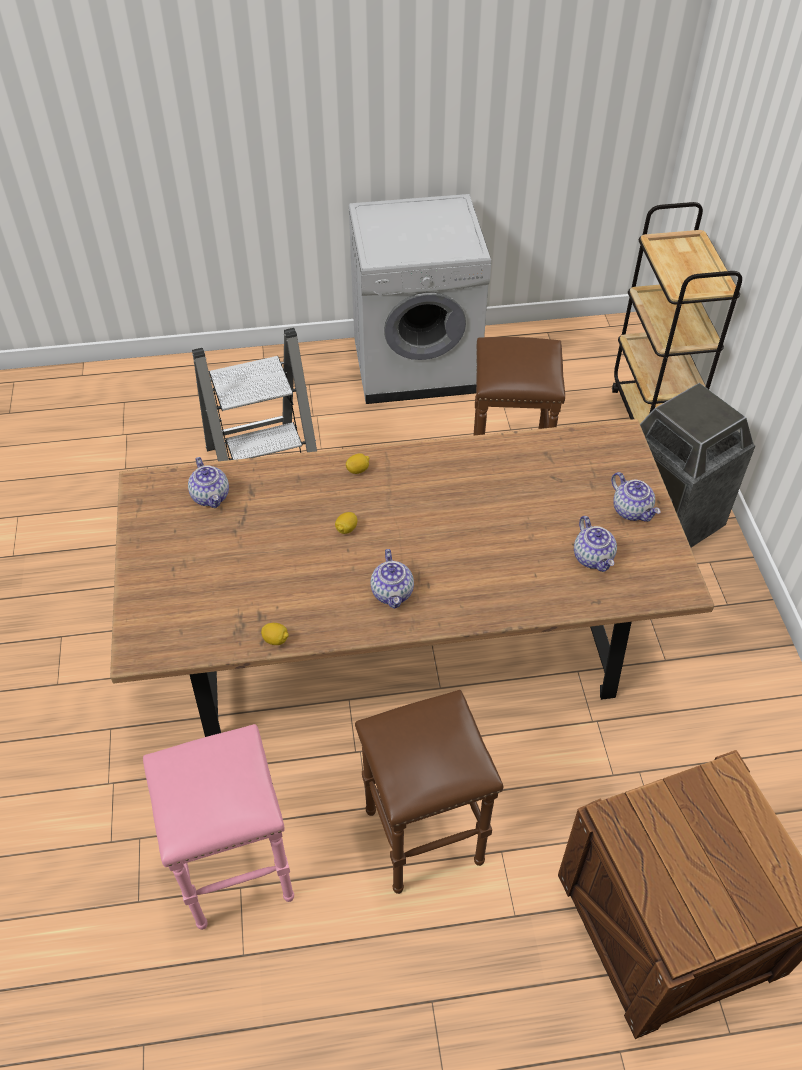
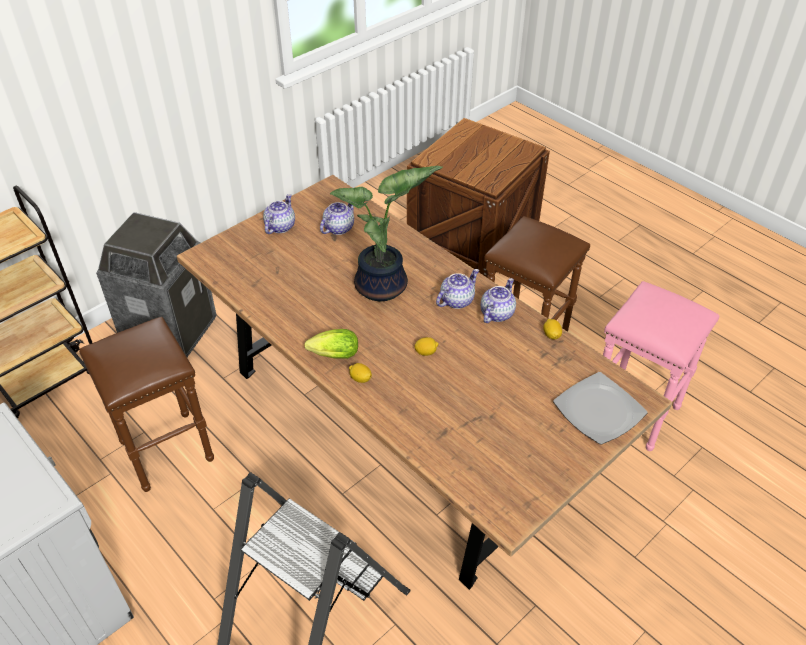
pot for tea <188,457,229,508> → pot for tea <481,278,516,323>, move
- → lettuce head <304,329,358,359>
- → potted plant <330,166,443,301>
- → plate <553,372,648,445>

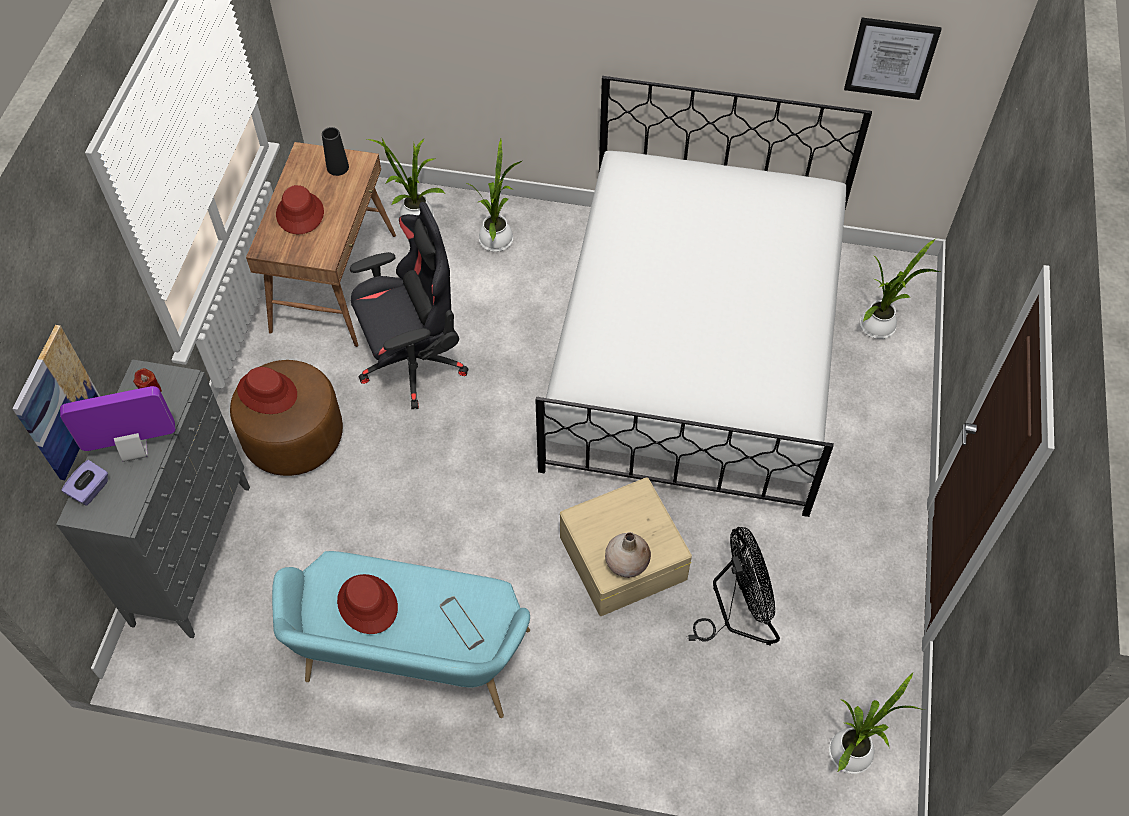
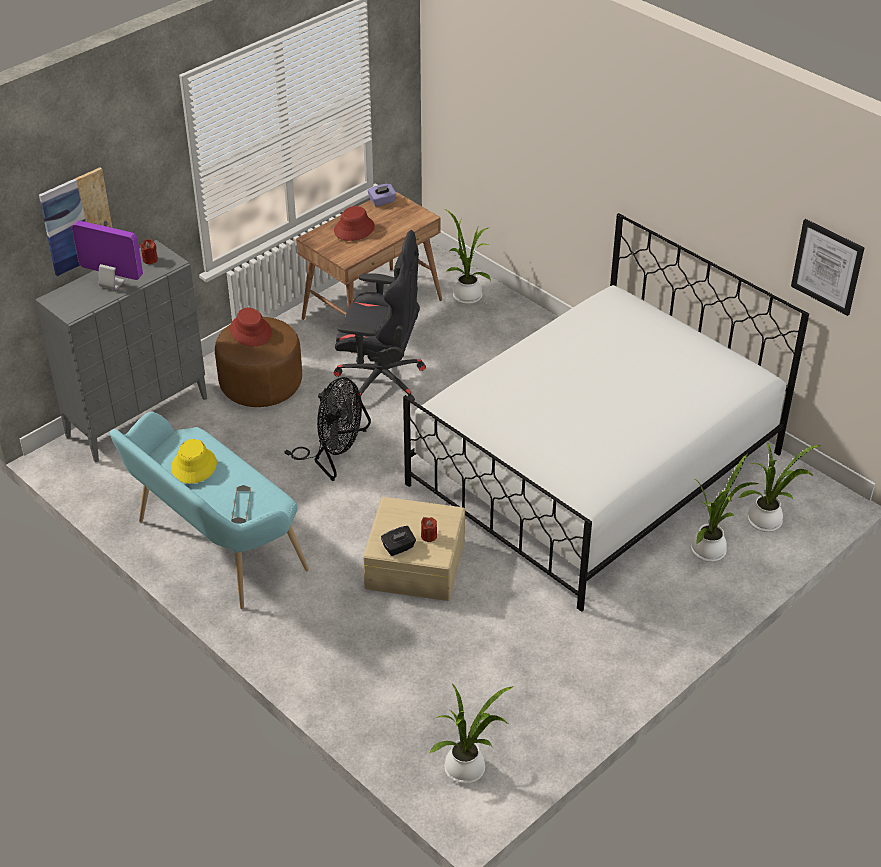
purplish box of tissues <61,460,108,505> → purplish box of tissues <368,184,396,206>, move
black-coloured flower vase <322,127,349,176> → -
red-coloured wearable hat <337,574,398,634> → yellow-coloured wearable hat <171,439,217,484>
potted plant <466,139,522,252> → potted plant <691,454,760,562>, move
beige-coloured flower vase <605,532,651,578> → black-coloured box of tissues <381,526,416,556>
black-coloured electric fan <687,527,780,646> → black-coloured electric fan <284,377,371,481>, move
- → red-coloured wax light <421,517,437,542>

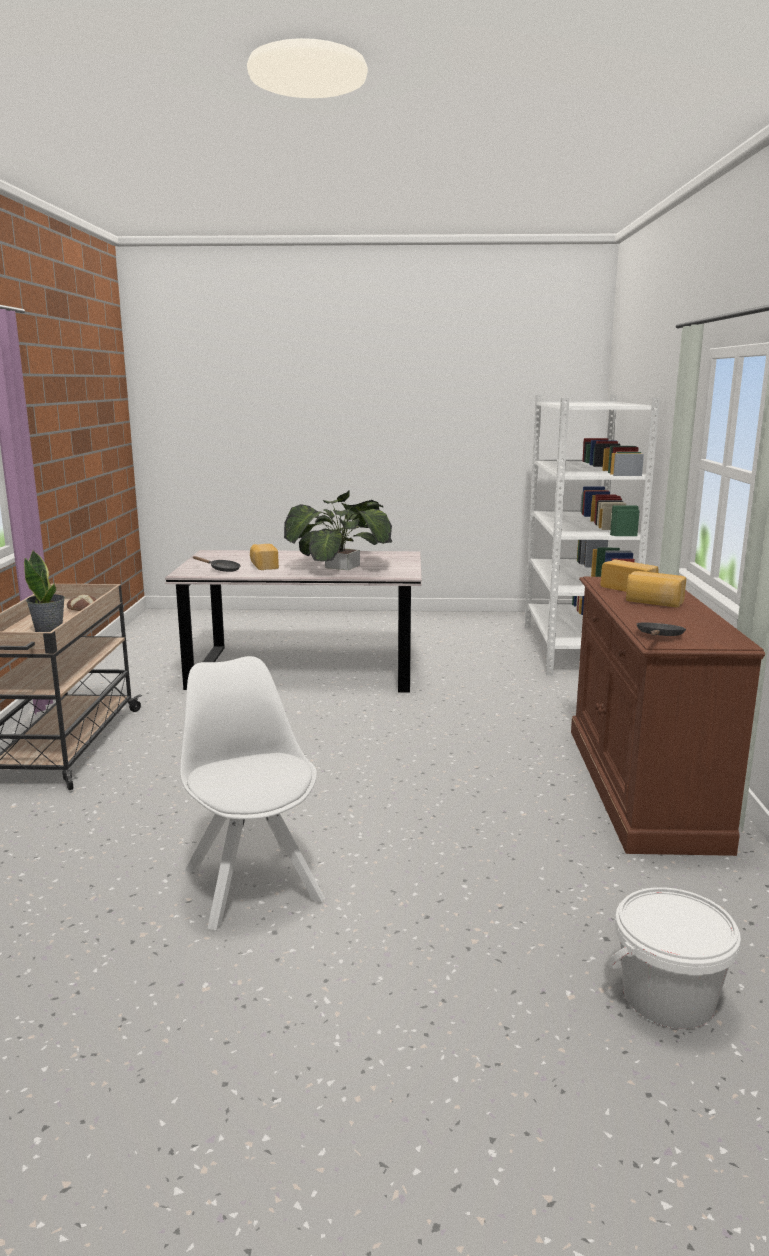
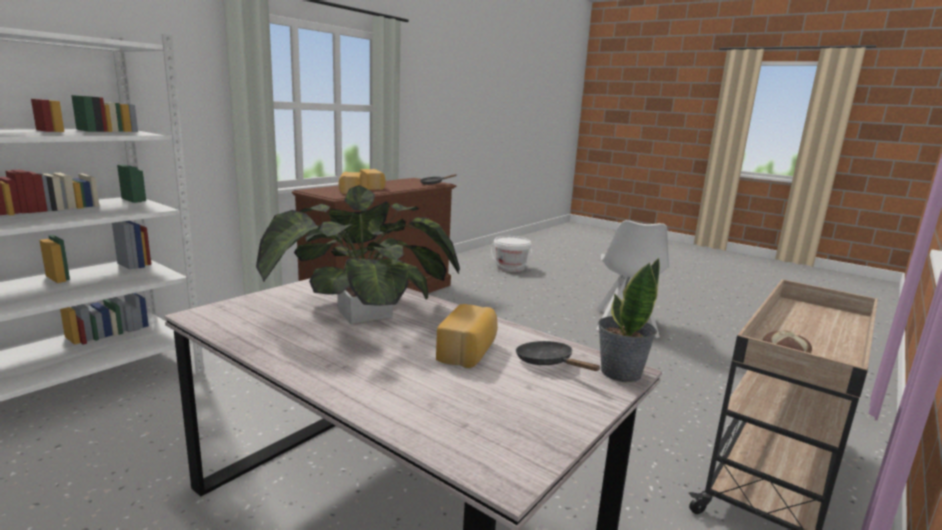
potted plant <24,550,65,632> → potted plant <598,258,660,382>, move

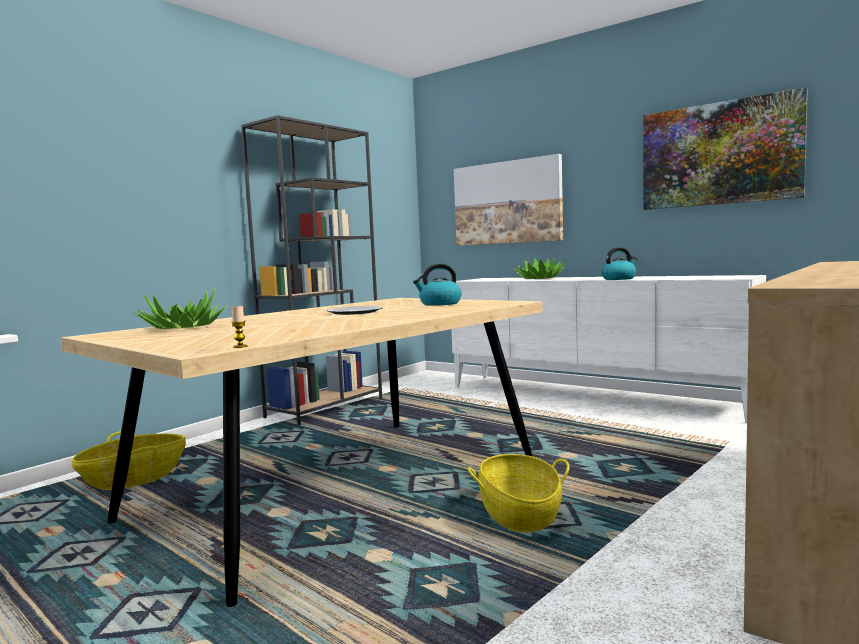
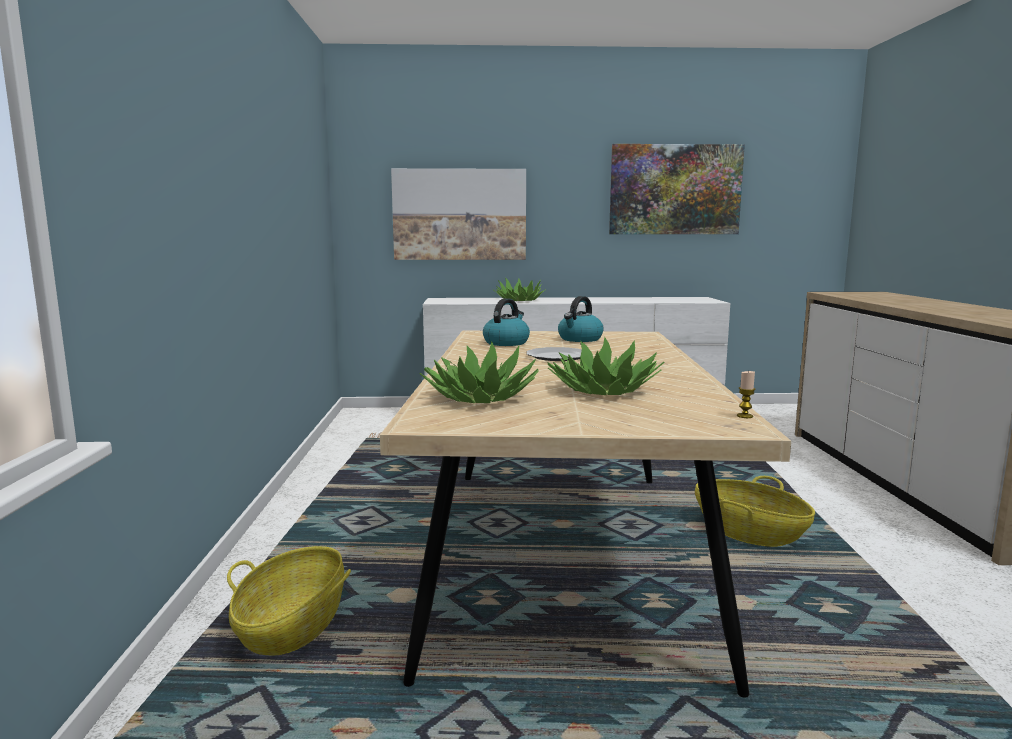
shelving unit <241,115,382,425> → -
tea kettle <601,247,638,280> → tea kettle <483,298,530,346>, move
- → potted plant <547,337,664,395>

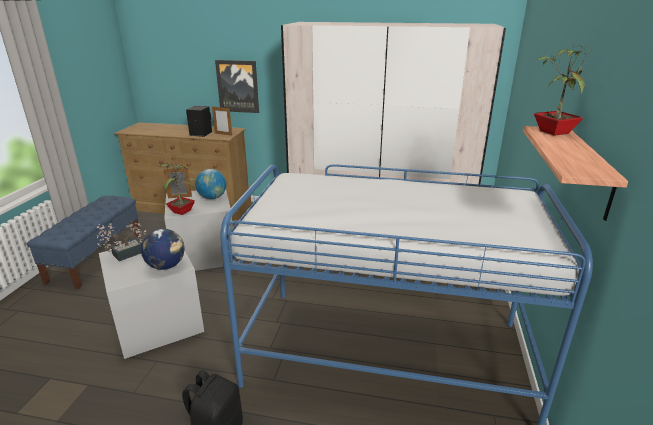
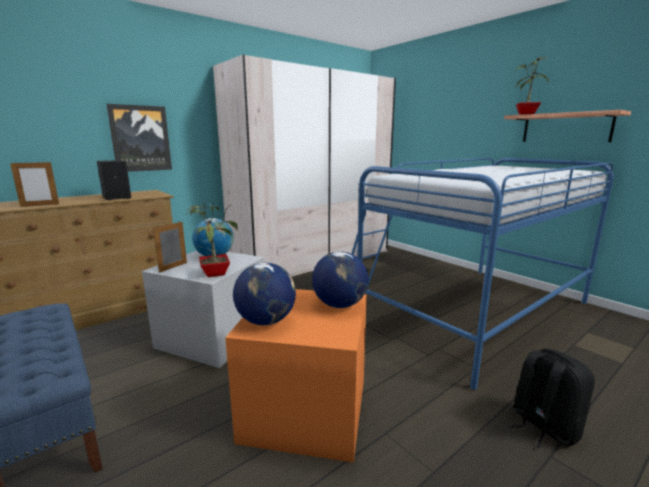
potted plant <96,222,146,261> → desk globe <233,263,296,325>
greyish storage container <99,250,204,359> → orange storage container <225,289,367,463>
photo frame <212,107,232,136> → photo frame <10,161,59,207>, move

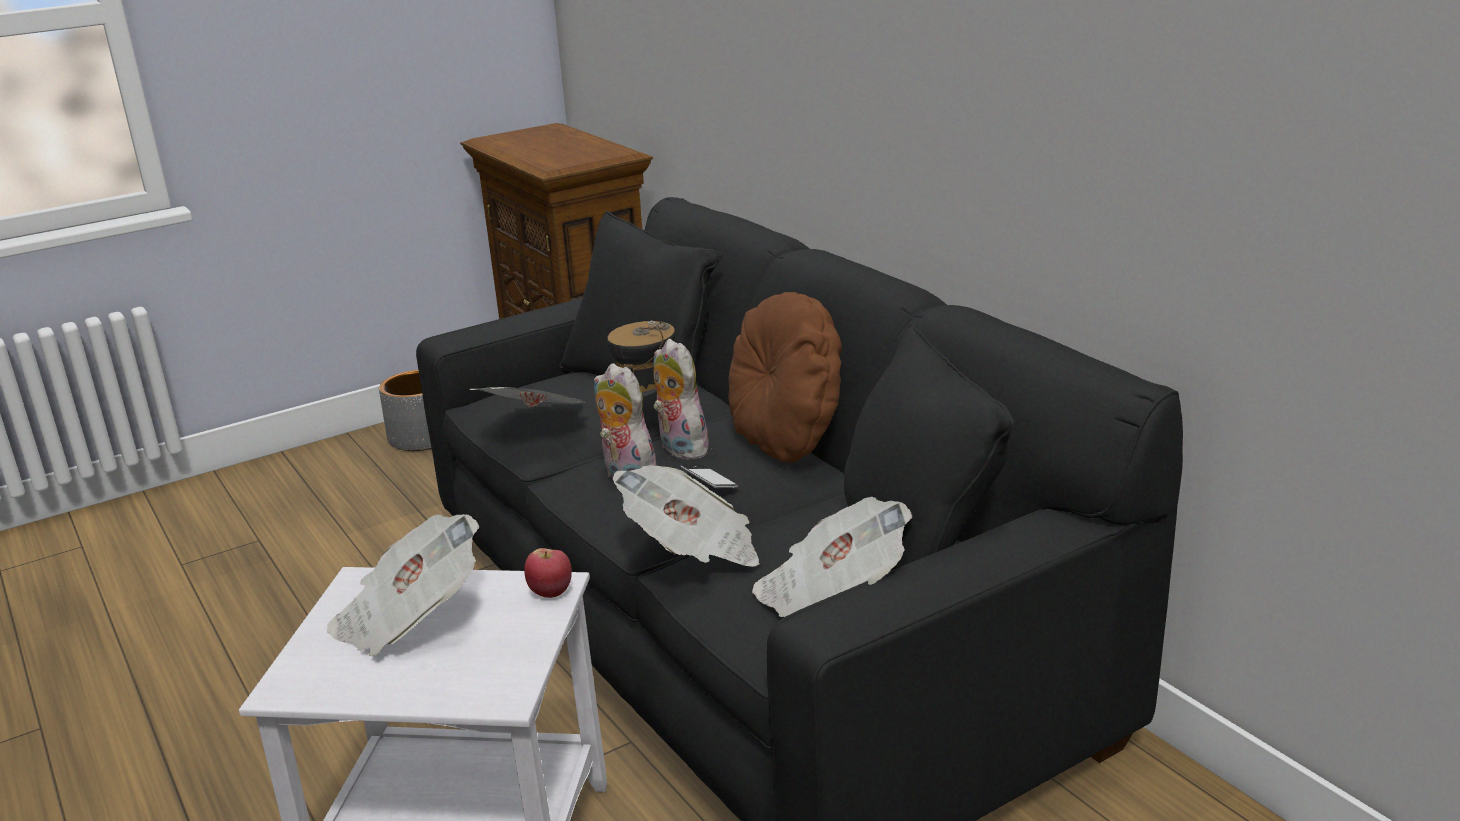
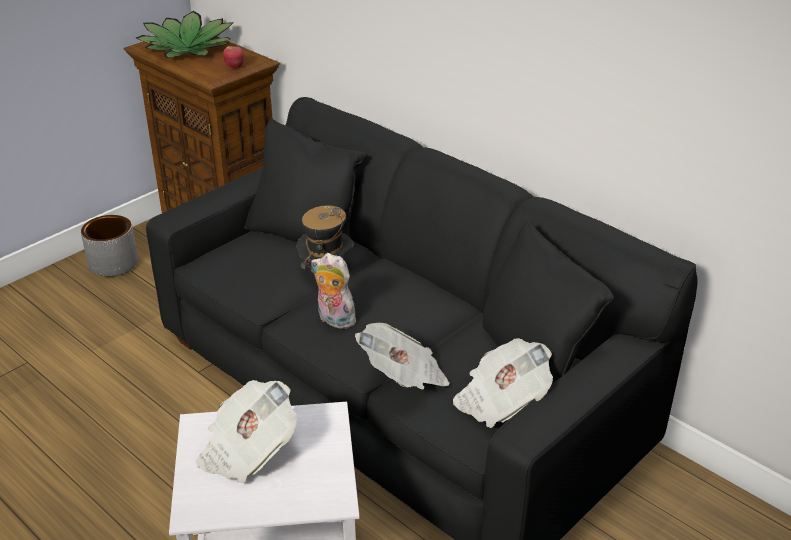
newspaper <470,387,584,407> → -
whole apple <524,548,572,598> → whole apple <223,46,245,69>, move
soft toy <653,339,713,460> → -
handset <680,465,738,489> → -
brown-coloured cushion <728,292,842,463> → -
- → potted plant <136,11,234,58>

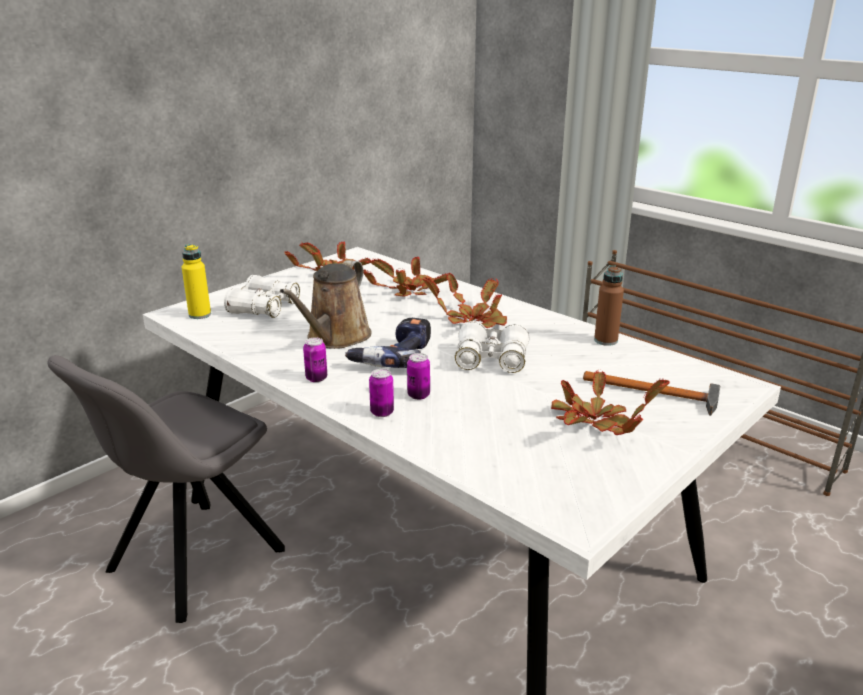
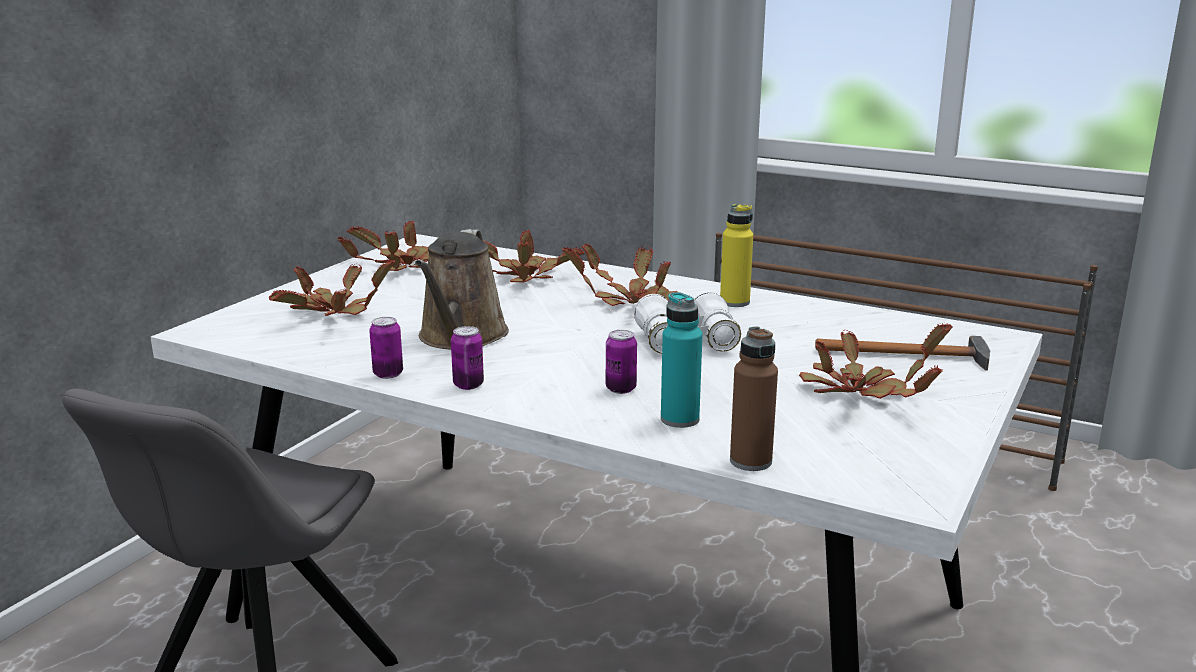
yellow-coloured drink bottle <182,244,211,319> → yellow-coloured drink bottle <720,204,753,307>, move
white pair of binoculars <224,275,300,318> → potted plant <269,259,395,316>
power drill <345,318,431,368> → -
metal can <369,369,394,417> → metal can <369,317,403,379>, move
brown-coloured drink bottle <594,265,624,346> → brown-coloured drink bottle <730,326,778,471>, move
- → turquoise-coloured drink bottle <661,292,703,428>

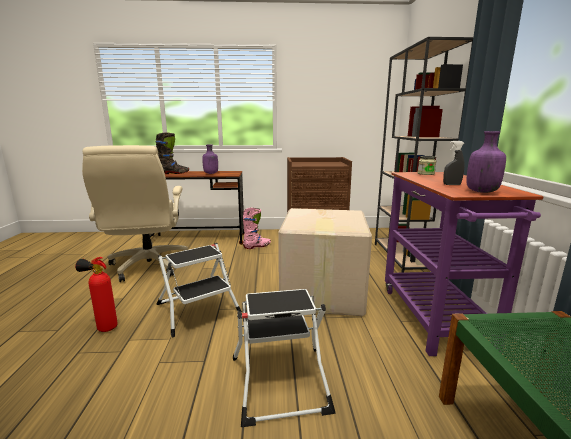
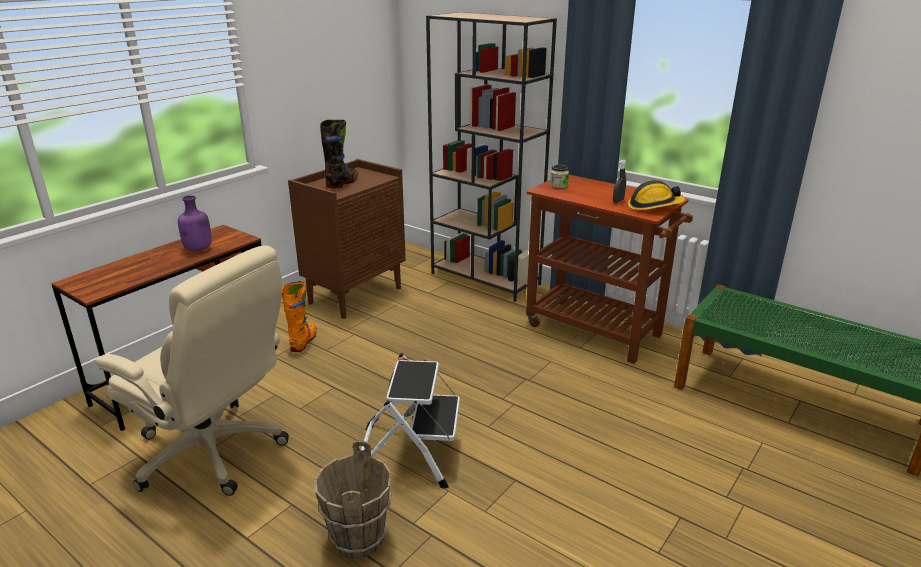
extinguisher <75,257,118,332> → brown-coloured bucket <314,440,392,559>
black-coloured tall boot <156,133,189,174> → black-coloured tall boot <320,120,358,189>, move
step stool <233,289,335,427> → -
pink tall boot <243,208,271,249> → orange tall boot <282,281,317,352>
packing box <278,208,372,316> → -
purplish cart <385,172,544,356> → brown-coloured cart <526,175,693,364>
purplish drink bottle <466,131,506,193> → hard hat <628,180,685,210>

